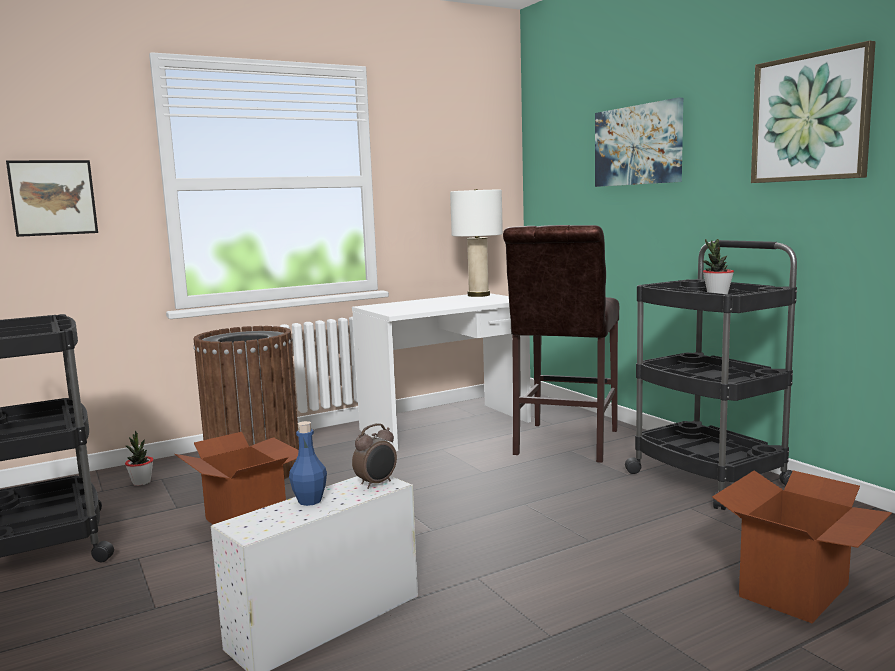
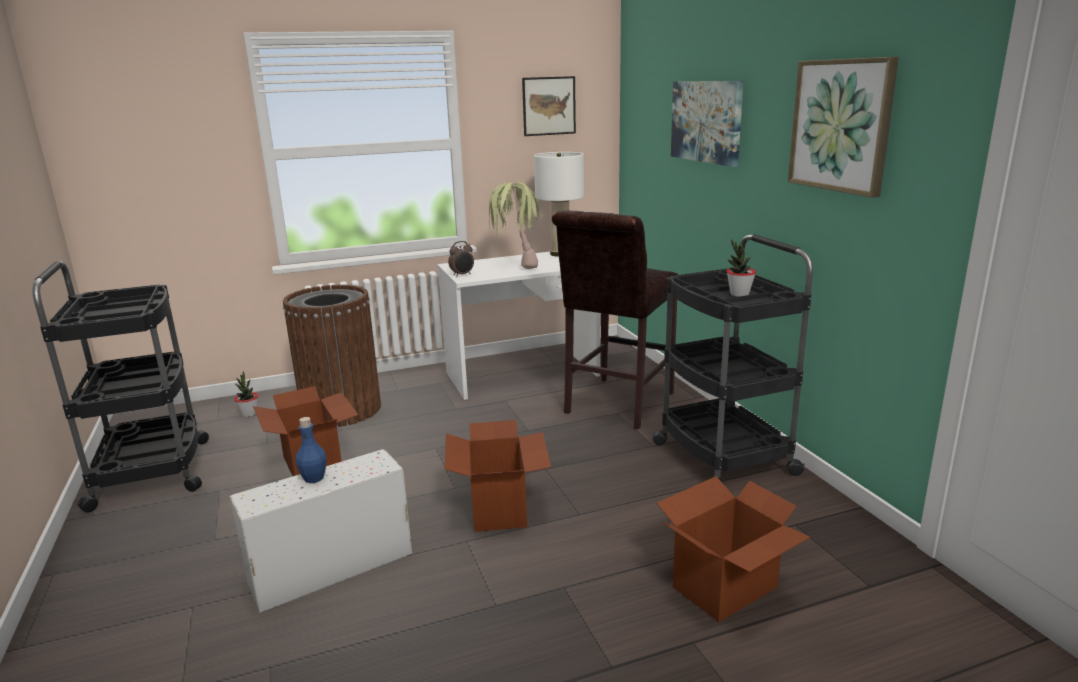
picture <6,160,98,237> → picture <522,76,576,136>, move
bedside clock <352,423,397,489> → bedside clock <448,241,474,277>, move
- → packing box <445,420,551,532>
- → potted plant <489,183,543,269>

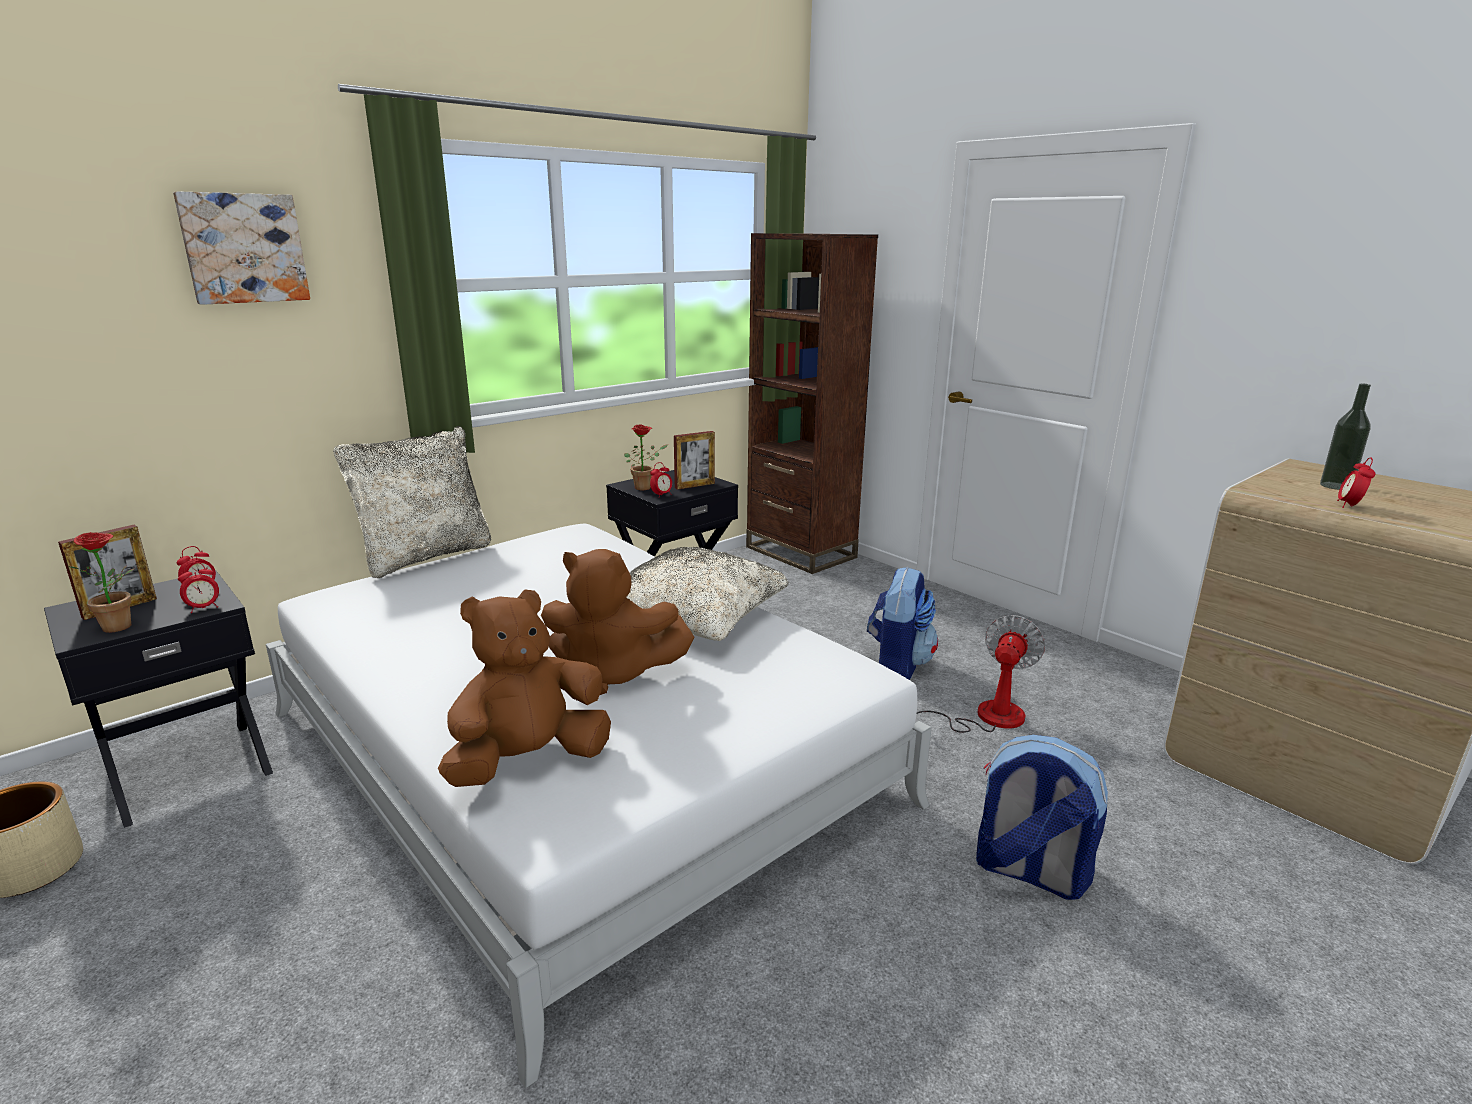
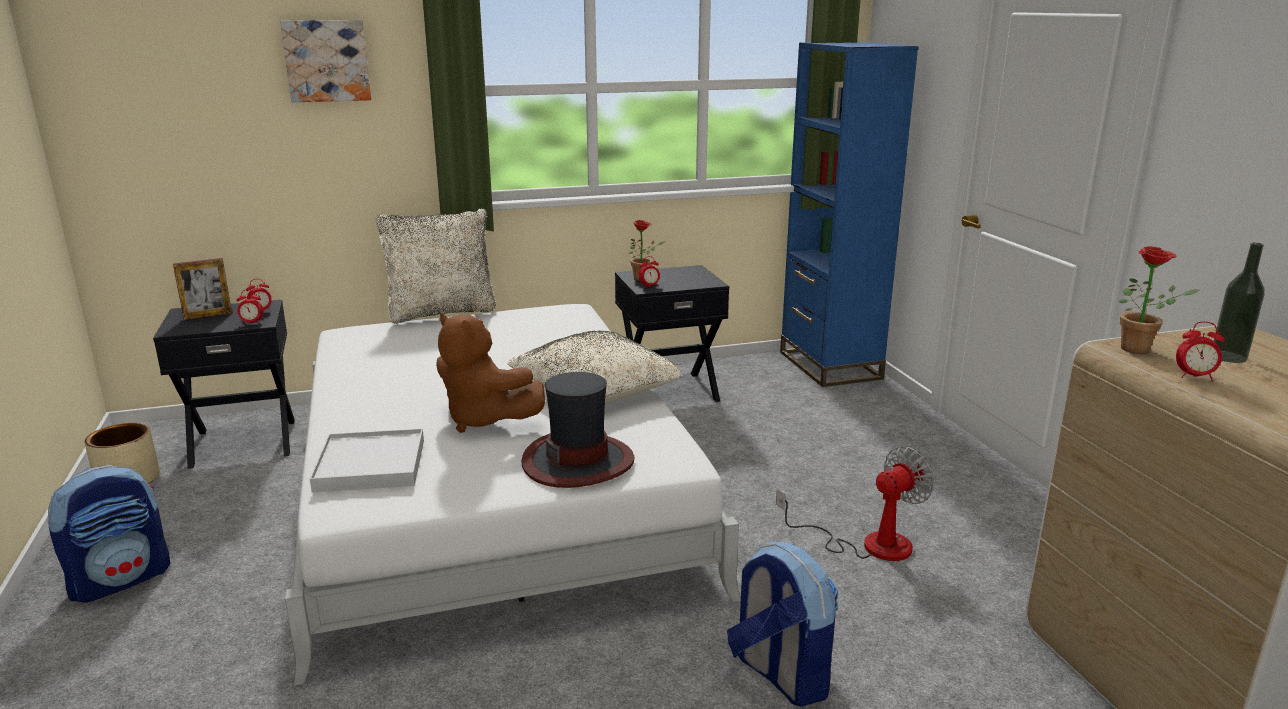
potted plant <68,532,135,633> → potted plant <1119,246,1199,354>, move
brown-coloured soft toy <438,589,611,787> → white serving tray <310,429,424,492>
photo frame <674,431,715,490> → -
brown-coloured shelving unit <746,233,878,574> → blue-coloured shelving unit <780,42,919,387>
knapsack <867,567,938,680> → knapsack <47,465,170,602>, move
bedside clock <1337,457,1375,508> → bedside clock <1176,322,1225,382>, 120 degrees counterclockwise
- → wearable hat <521,372,634,488>

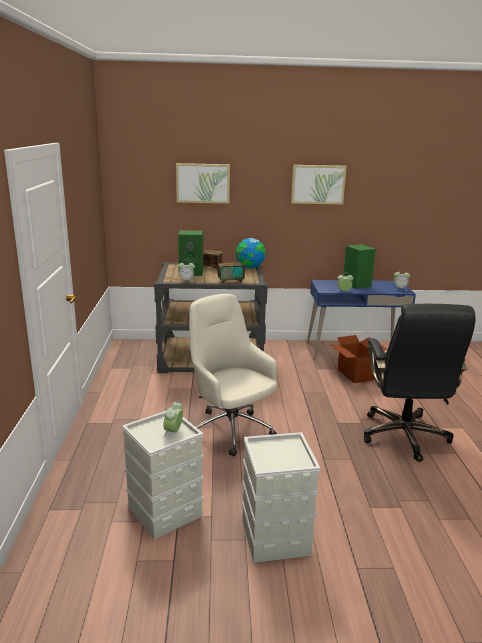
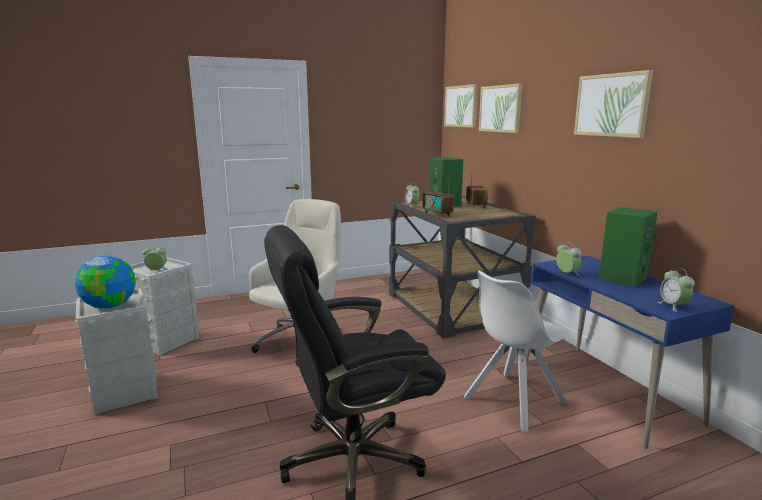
desk globe <236,238,266,268> → desk globe <75,256,136,309>, move
packing box <331,335,387,383> → white plain chair <464,271,571,431>
- → picture <444,84,478,128>

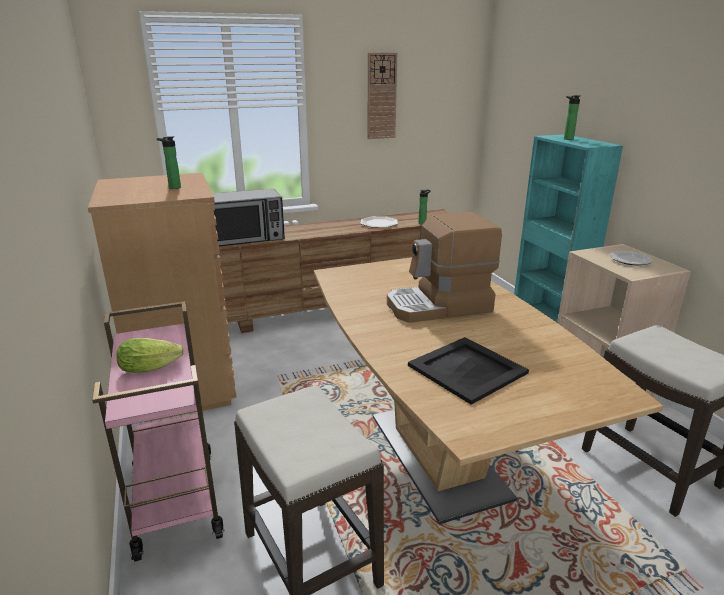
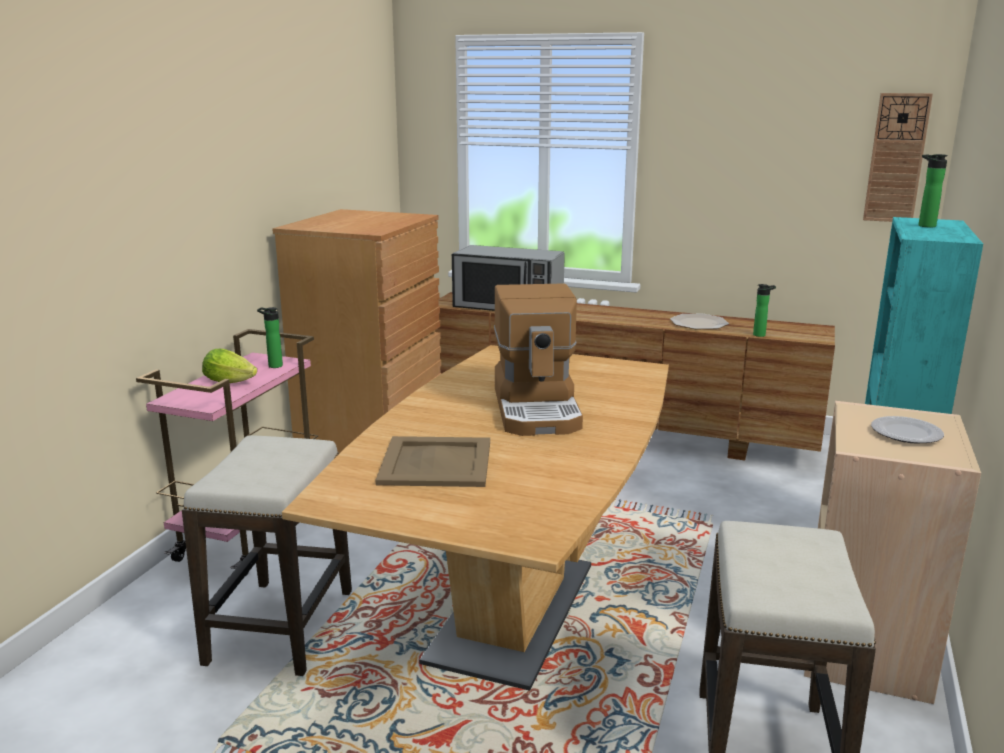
drink bottle <156,136,181,189> → drink bottle <257,307,283,368>, move
wall clock <367,53,397,139> → wall clock <863,93,933,222>, move
coffee brewer <387,212,502,323> → coffee brewer <494,283,583,436>, 120 degrees counterclockwise
black-coloured serving tray <408,337,529,405> → beige-coloured serving tray <376,436,490,487>

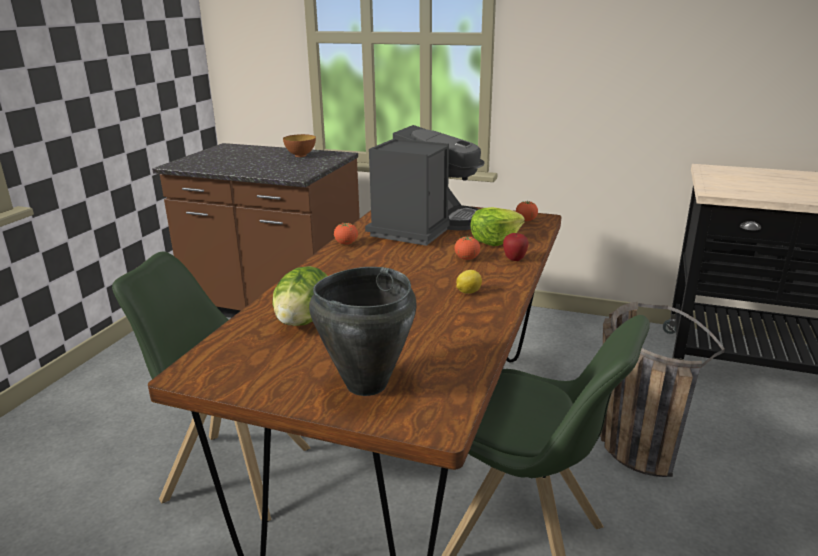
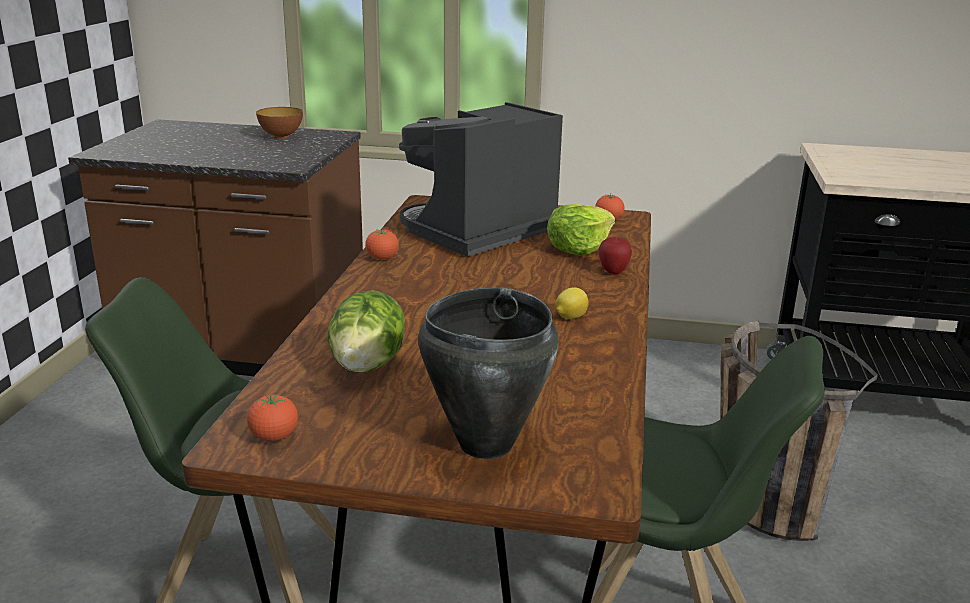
coffee brewer <365,125,485,246> → coffee brewer <399,102,563,257>, 150 degrees counterclockwise
tomato <454,236,480,260> → tomato <247,394,298,441>, move

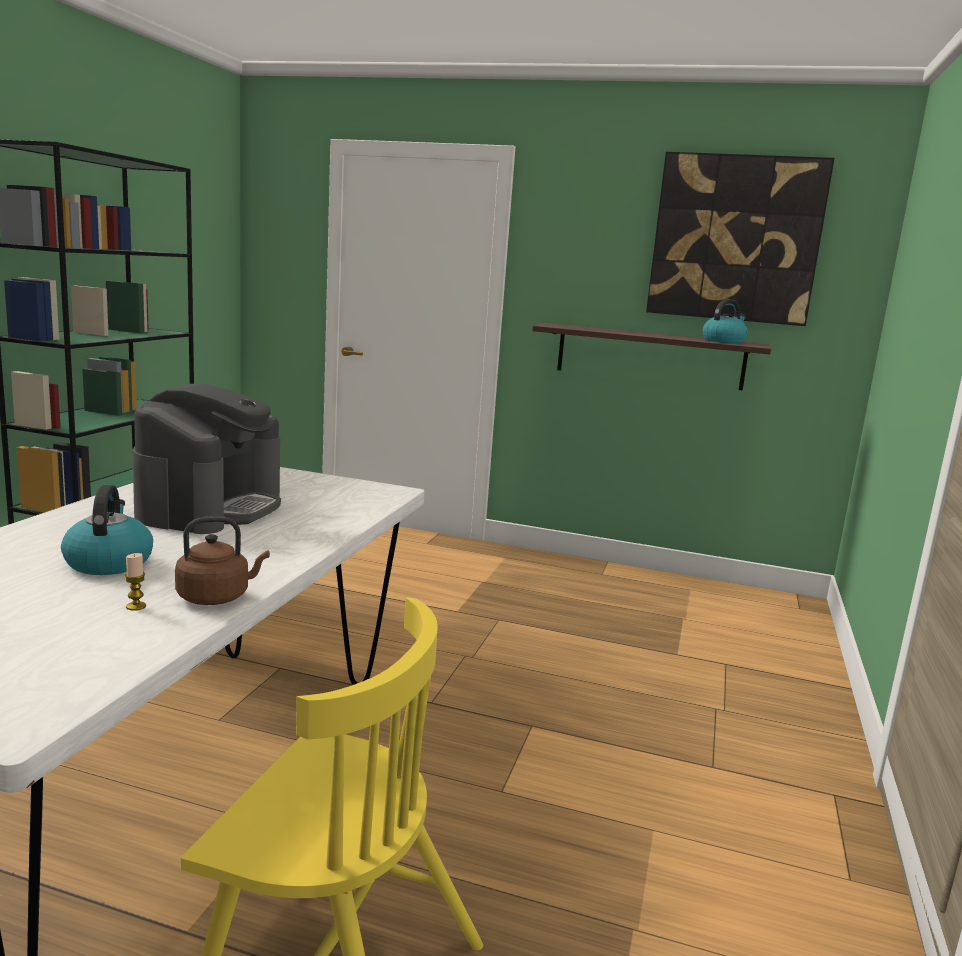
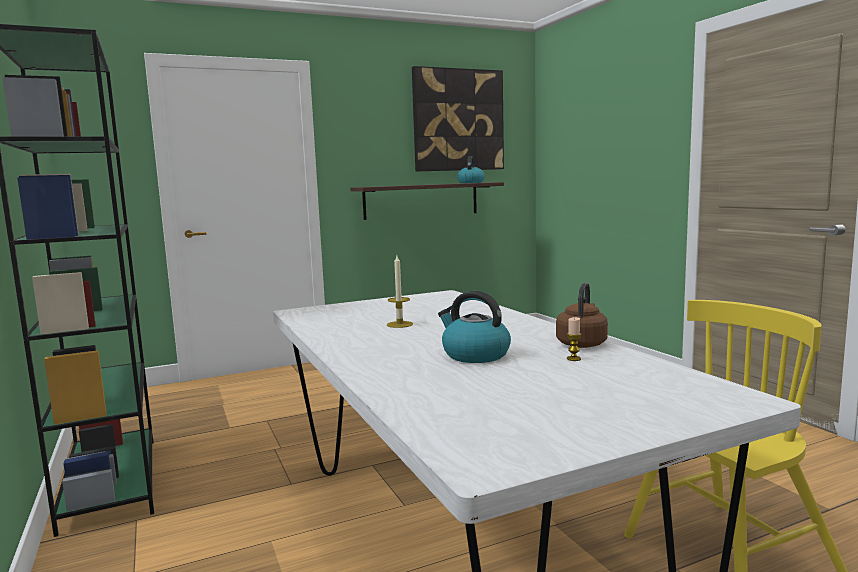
coffee brewer <133,384,281,534> → wax light <387,256,413,328>

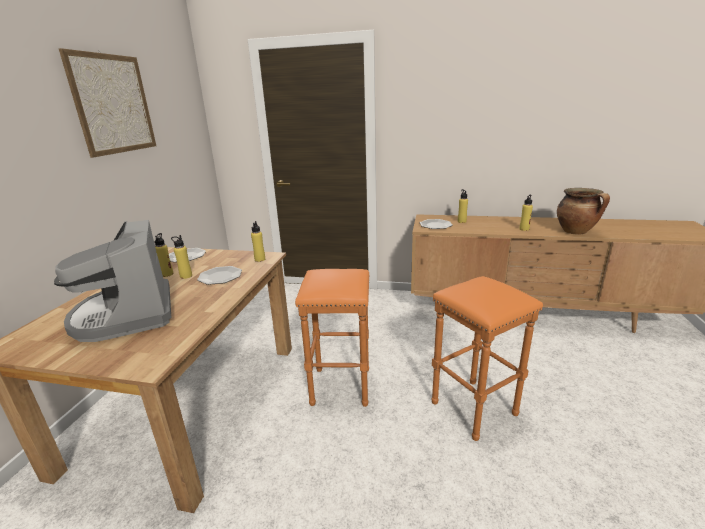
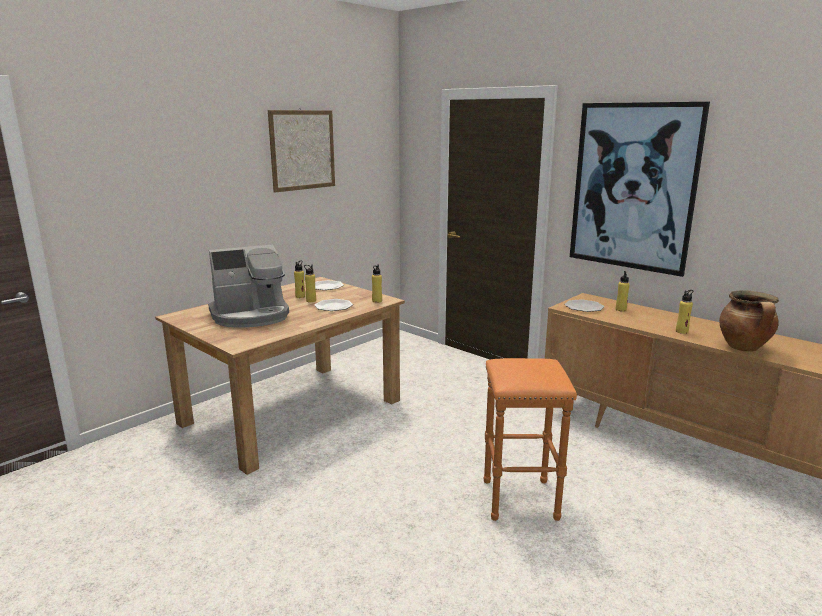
coffee brewer <54,220,171,342> → coffee brewer <208,245,289,328>, 120 degrees counterclockwise
orange stool seat <295,269,369,407> → -
- → picture <570,101,710,277>

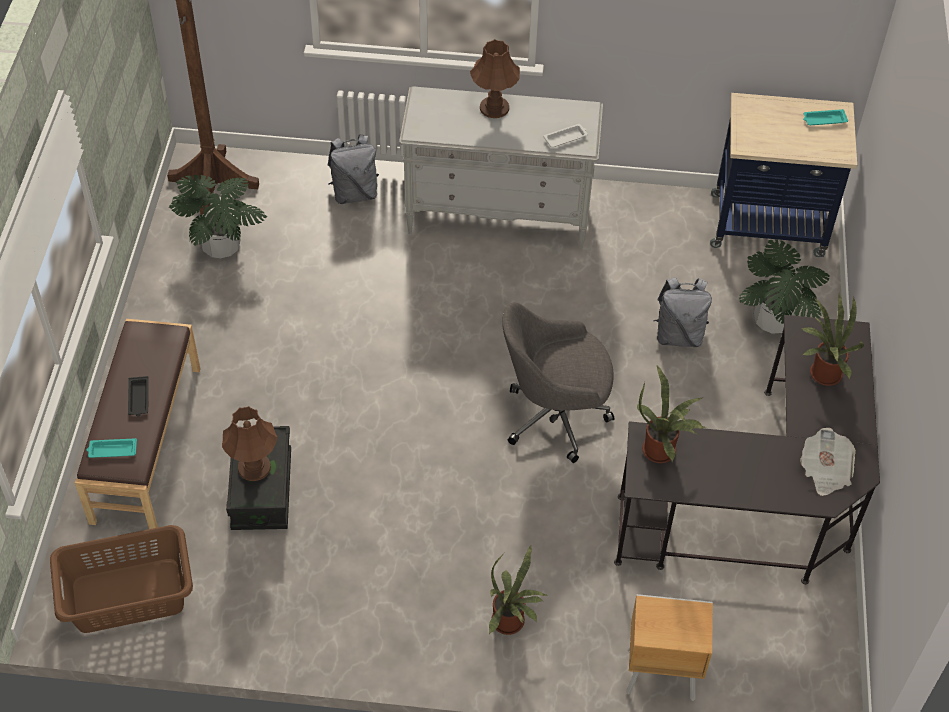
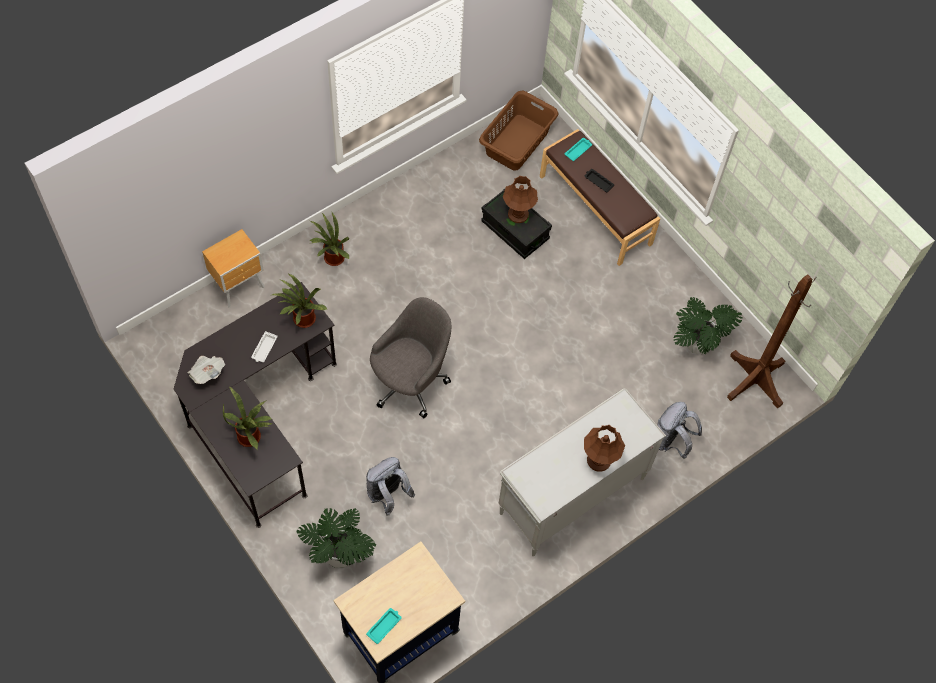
white serving tray <543,124,588,147> → white serving tray <251,331,278,362>, move

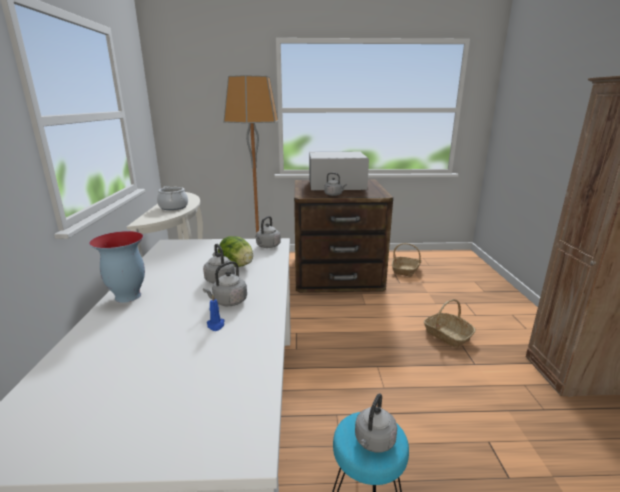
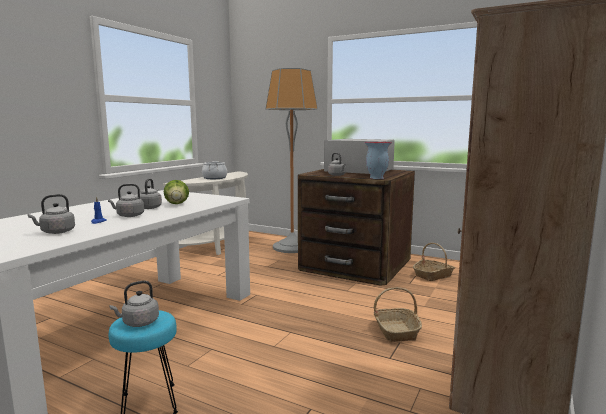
flower vase <89,231,145,303> → flower vase <364,142,392,179>, move
greyish tea kettle <255,216,281,248> → greyish tea kettle <28,194,75,234>, move

